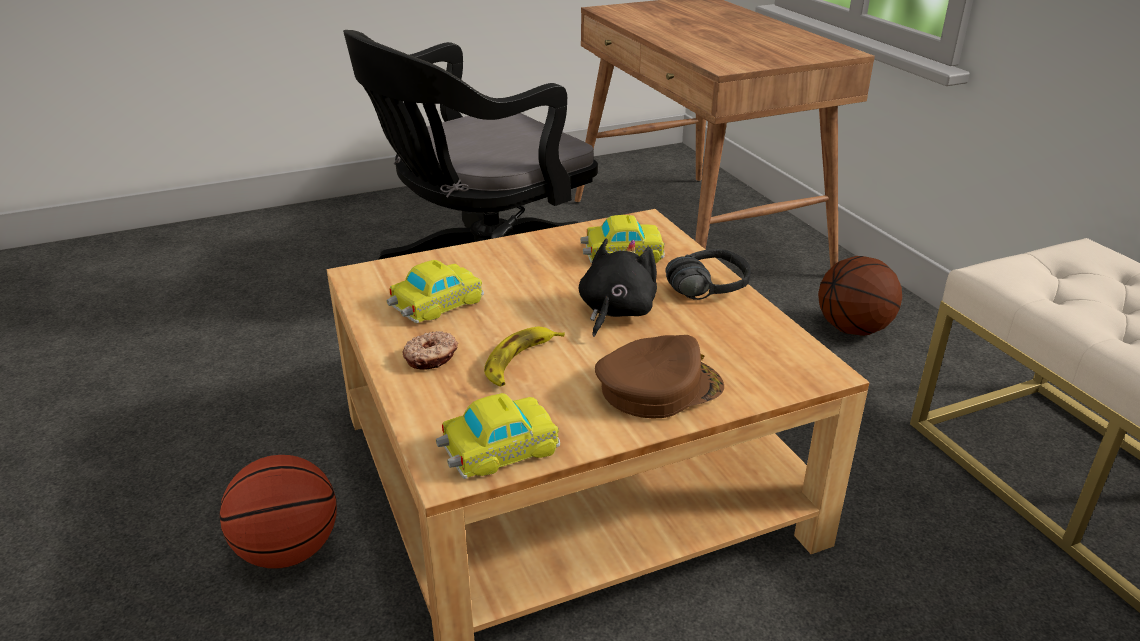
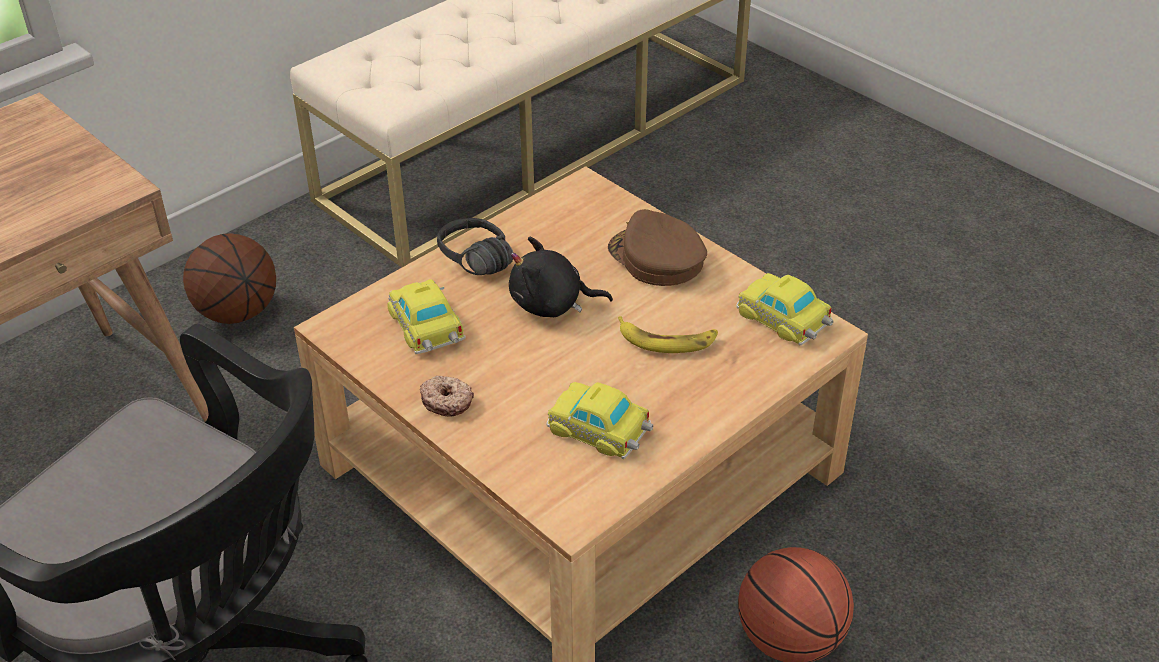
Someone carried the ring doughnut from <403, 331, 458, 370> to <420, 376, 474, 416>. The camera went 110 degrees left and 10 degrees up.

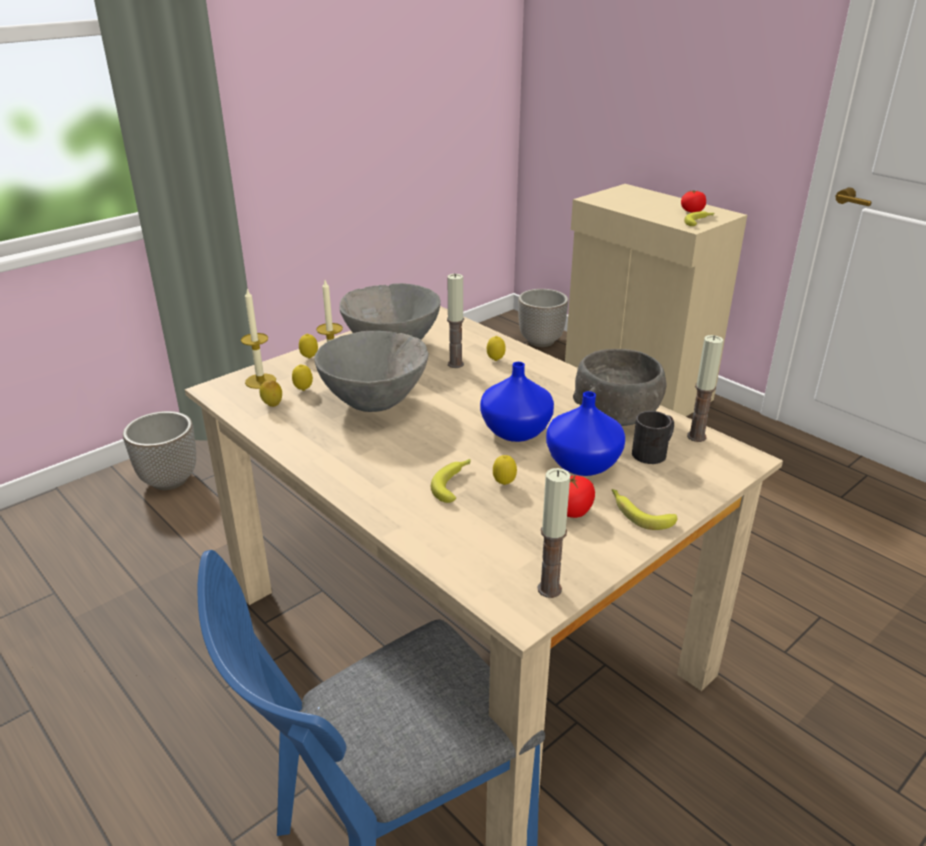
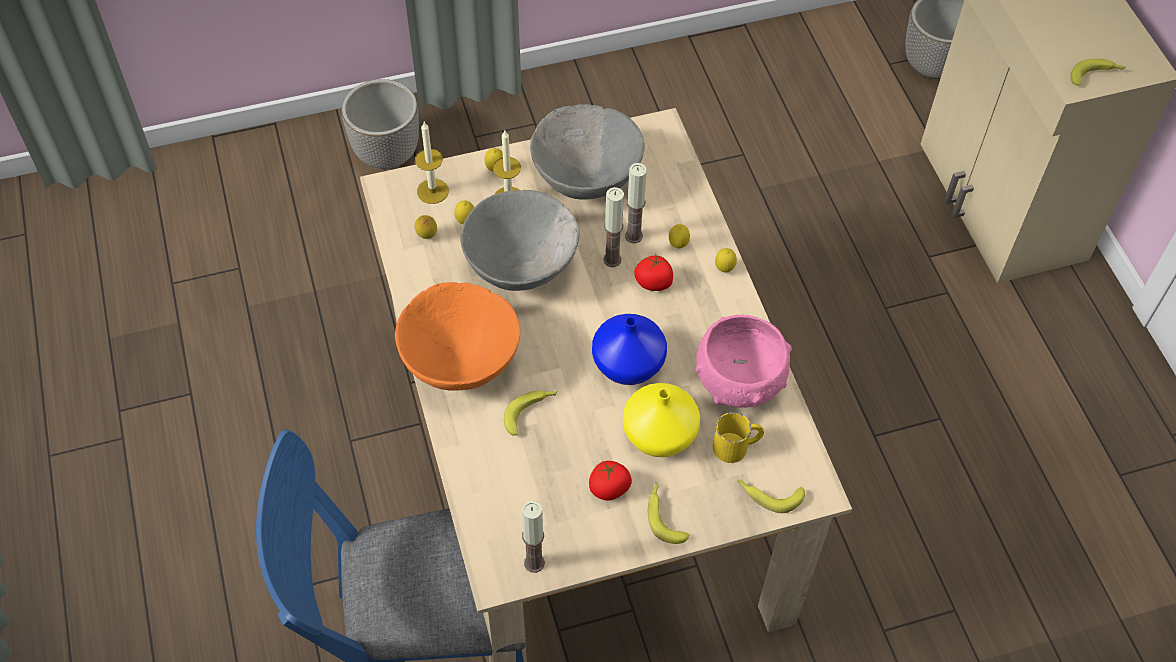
Someone carried the citrus fruit from <493, 455, 517, 485> to <715, 248, 737, 272>. Someone repainted the blue vase at <546, 391, 625, 476>, which became the yellow-coloured vase at <623, 383, 700, 457>. Someone repainted the grey serving bowl at <573, 349, 667, 426>, which became the pink-coloured serving bowl at <696, 315, 792, 408>. Someone repainted the blackish coffee mug at <632, 411, 674, 464>, which became the yellow-coloured coffee mug at <713, 412, 764, 463>. Someone carried the tomato from <681, 190, 706, 213> to <634, 255, 673, 291>. Someone carried the wax candle from <687, 335, 723, 442> to <603, 187, 624, 267>. Someone put down the orange-coloured serving bowl at <395, 282, 520, 391>. Someone put down the banana fruit at <737, 480, 805, 513>. The camera went 25 degrees right and 25 degrees up.

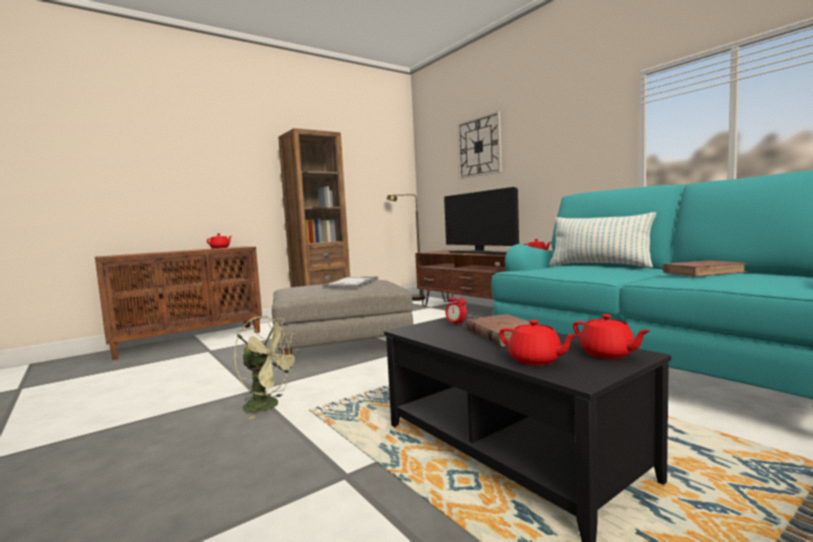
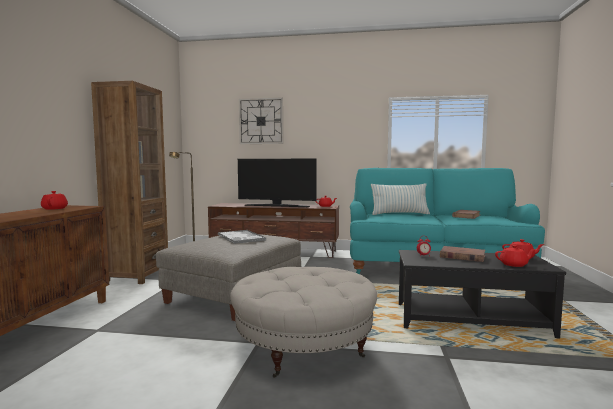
Someone swapped the green cooling fan at <234, 316, 300, 420> for the beige-coloured ottoman at <230, 267, 377, 378>. The camera went 45 degrees left and 0 degrees up.

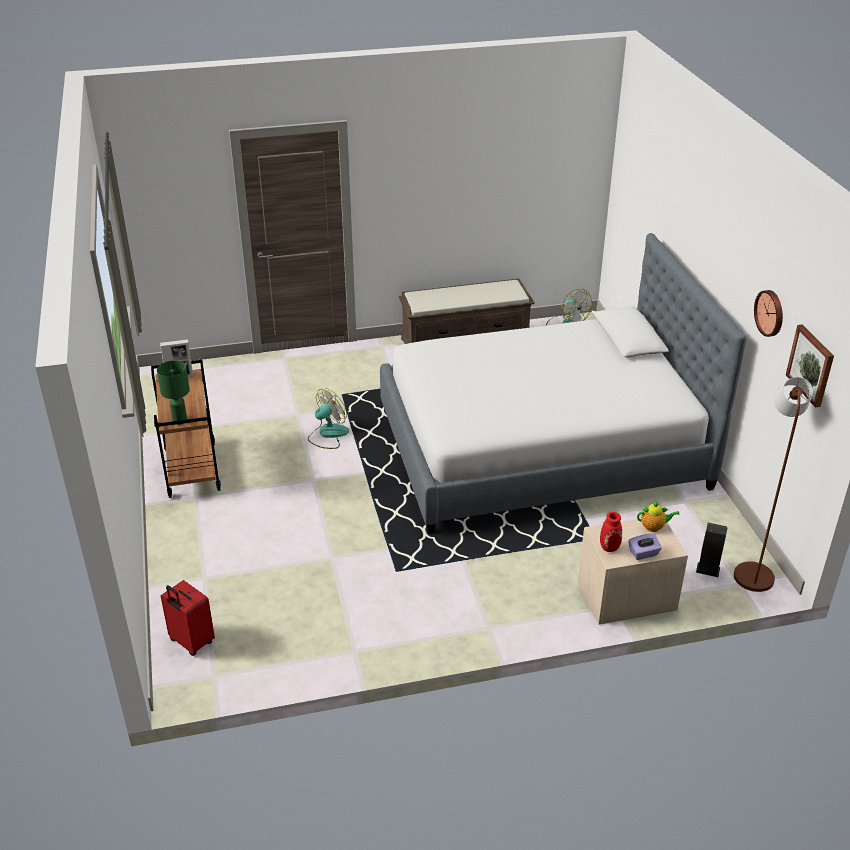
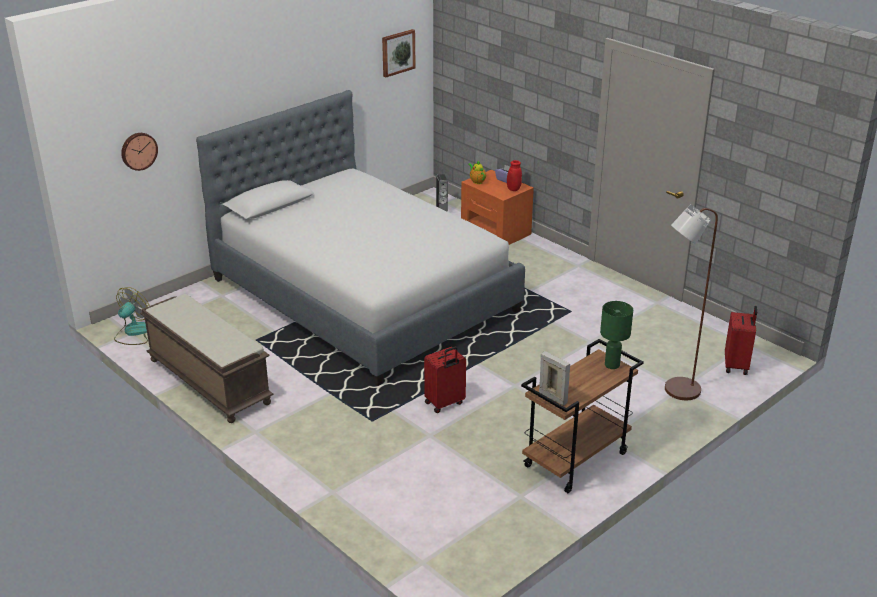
Someone swapped the cooling fan at <308, 388, 349, 449> for the reddish travel case at <424, 347, 466, 413>. Someone repainted the beige-coloured bedside table at <578, 519, 688, 624>, which became the orange-coloured bedside table at <461, 170, 534, 245>. Someone carried the brownish floor lamp from <734, 377, 813, 592> to <665, 204, 718, 400>. Someone carried the wall clock from <754, 290, 783, 337> to <121, 133, 158, 171>. The camera went 120 degrees left and 5 degrees down.

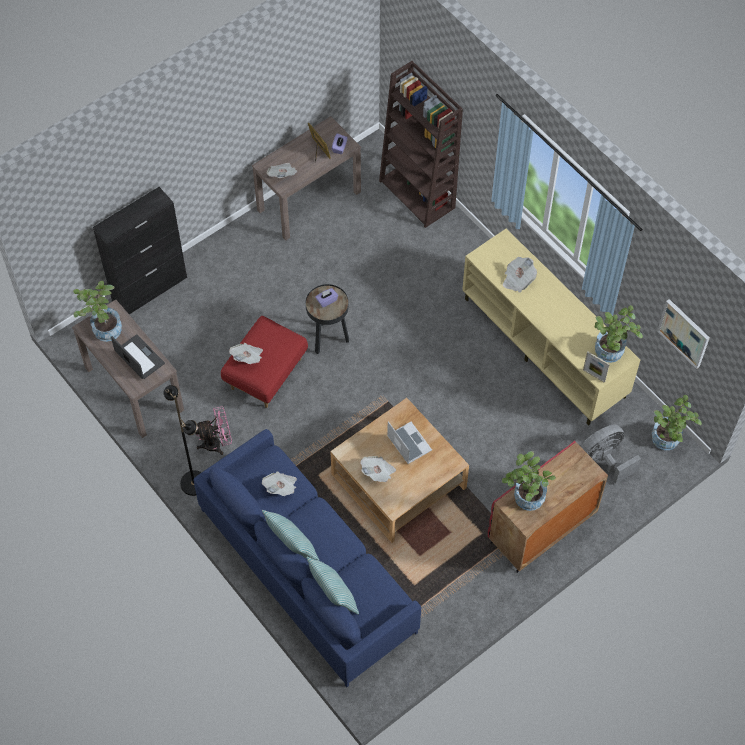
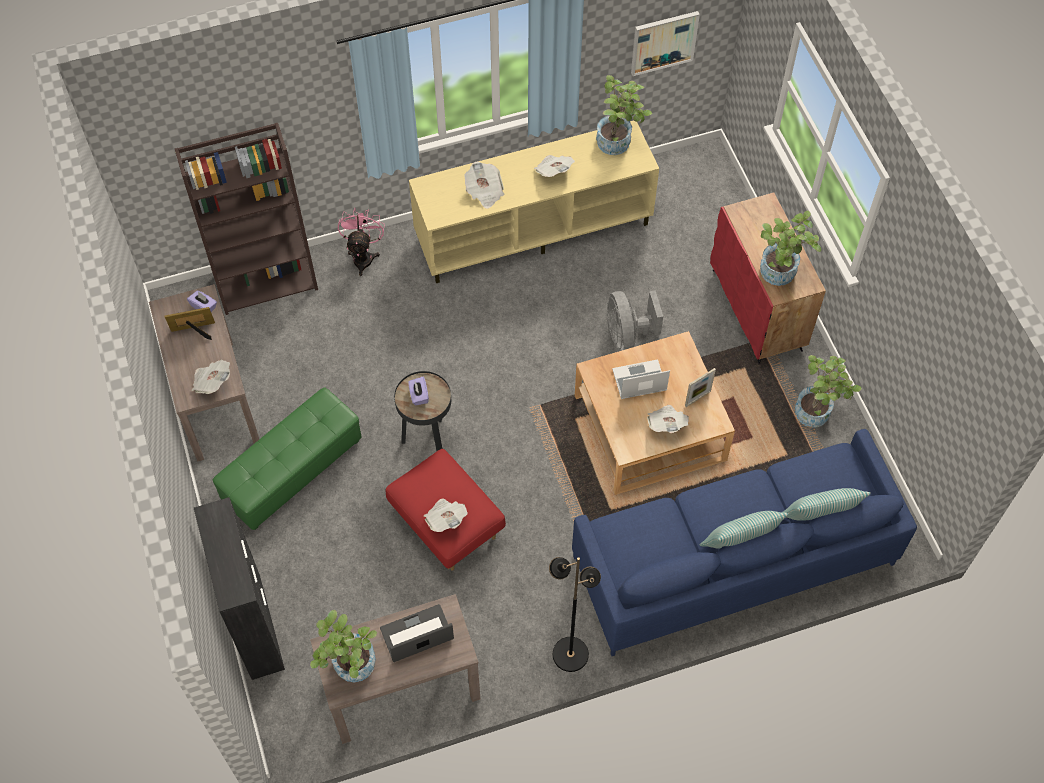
Someone carried the pink-coloured cooling fan from <195, 406, 232, 455> to <338, 208, 385, 276>. Someone carried the daily paper from <262, 472, 297, 496> to <534, 155, 575, 177>. Someone carried the grey cooling fan from <580, 424, 641, 484> to <607, 290, 663, 352>. Someone carried the picture frame from <583, 352, 610, 383> to <685, 368, 716, 407>. Someone carried the potted plant from <652, 395, 702, 450> to <795, 355, 862, 428>. Someone put down the green ottoman at <213, 388, 362, 530>. The camera went 70 degrees left and 0 degrees up.

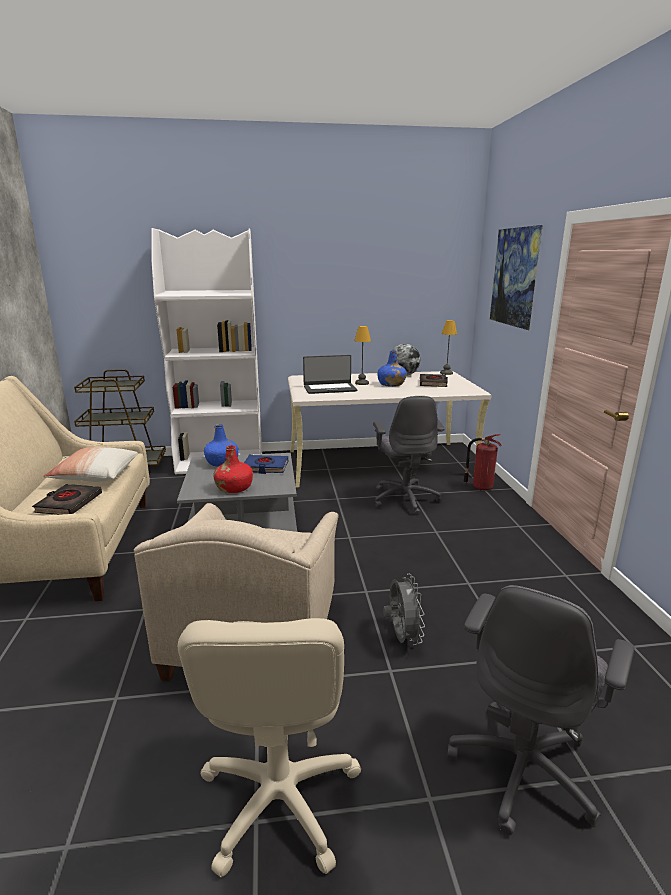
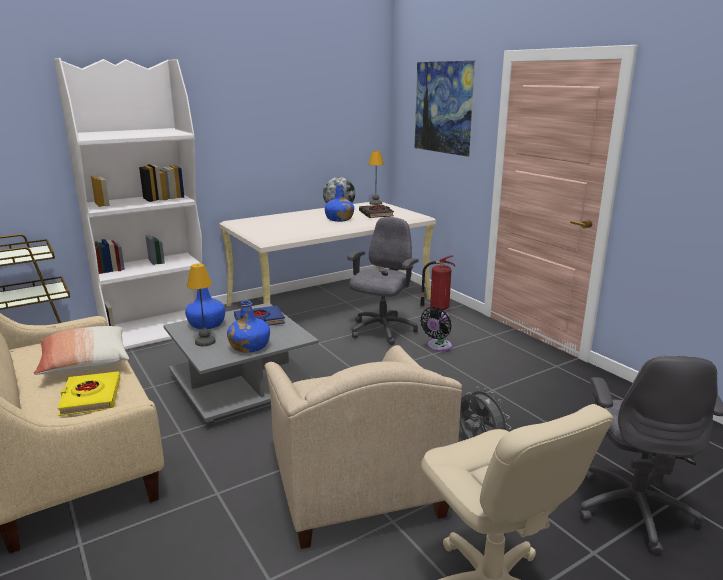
Someone repainted the blackish bound book at <32, 484, 102, 515>, which became the yellow-coloured bound book at <57, 372, 120, 416>. Someone repainted the reddish drink bottle at <213, 445, 253, 493>, which became the blue drink bottle at <227, 300, 270, 353>. Someone took away the portable computer at <303, 355, 358, 394>. Someone carried the table lamp from <354, 326, 371, 385> to <187, 264, 216, 346>. Someone rotated the grey desk chair at <373, 396, 444, 515> by 120 degrees counterclockwise. Someone put down the blackish cooling fan at <420, 307, 452, 351>. The camera went 25 degrees left and 0 degrees up.

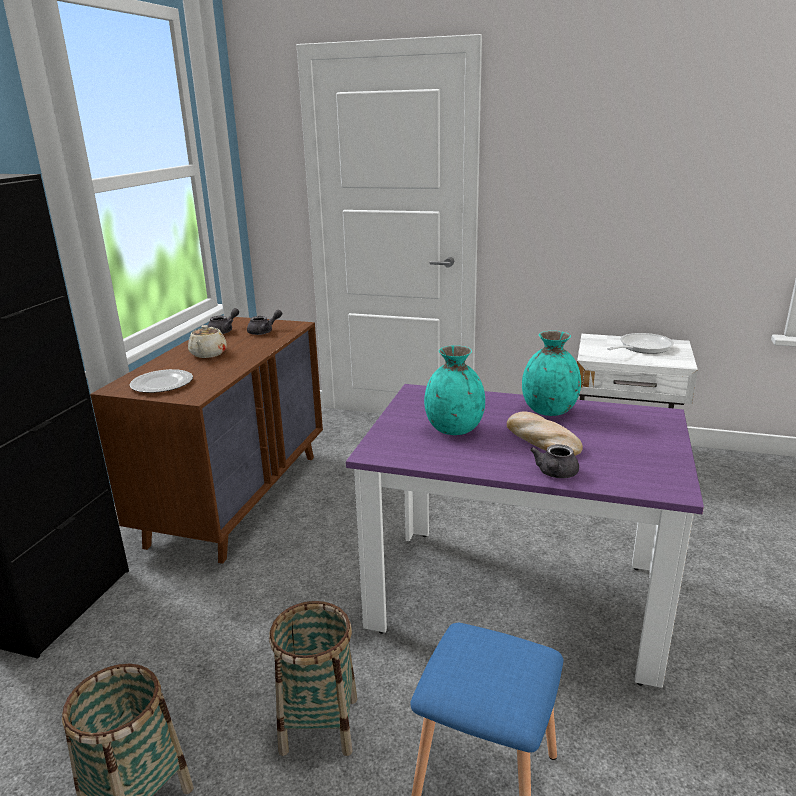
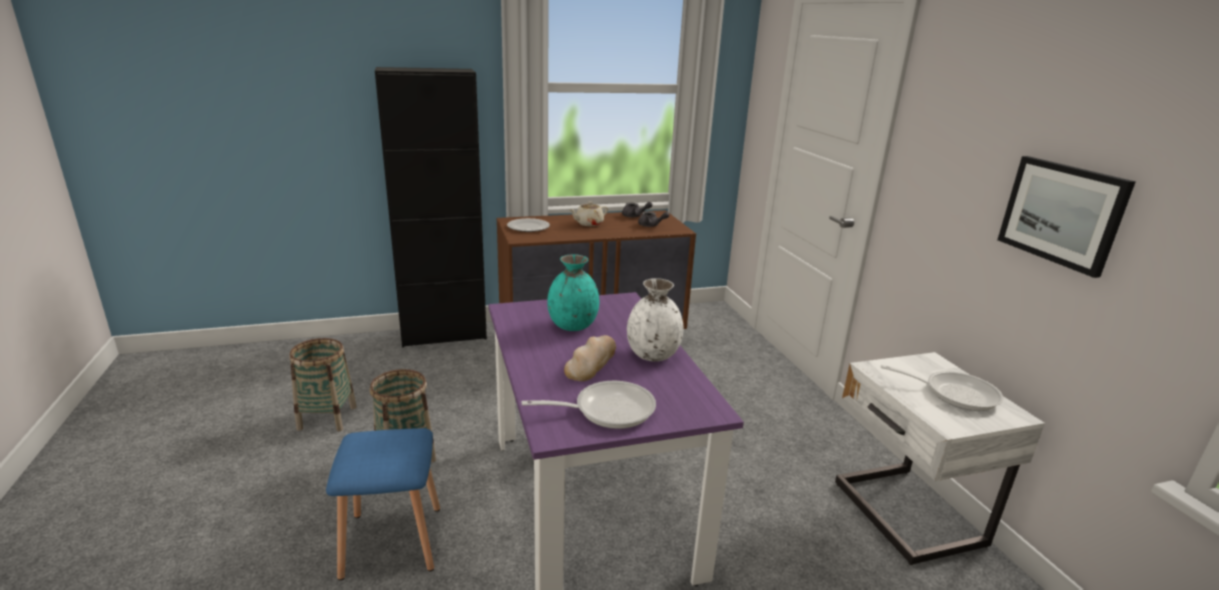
Someone repainted the blue-green vase at <522, 331, 581, 416>, which became the white-coloured vase at <627, 278, 683, 362>. Someone took away the grey tea pot at <530, 444, 579, 478>. Someone put down the frying pan at <522, 381, 656, 429>. Someone put up the picture at <998, 156, 1136, 278>. The camera went 55 degrees right and 0 degrees up.

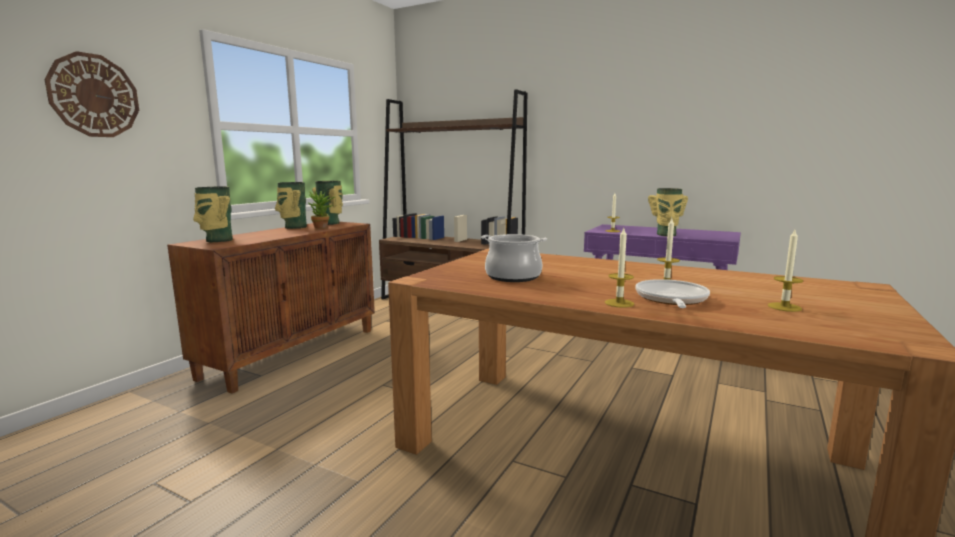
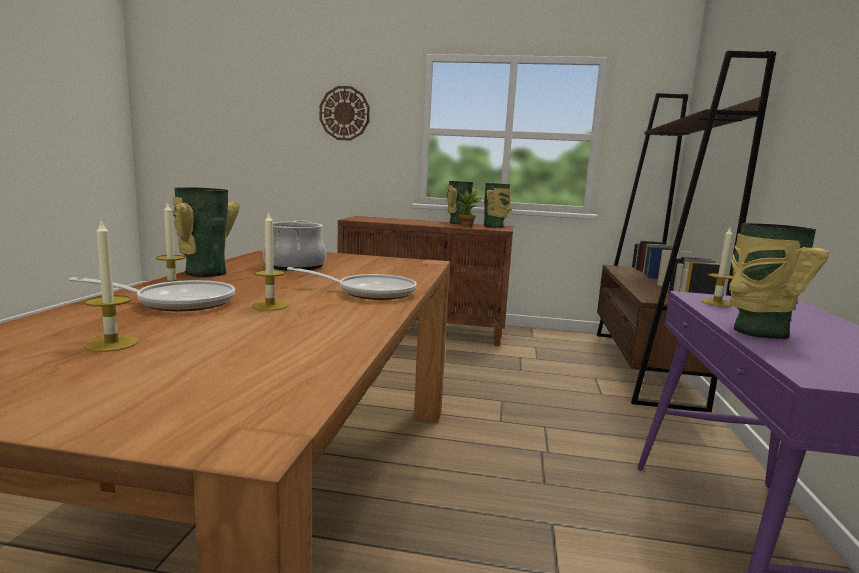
Someone carried the vase from <193, 186, 233, 242> to <172, 187, 239, 277>. Someone put down the frying pan at <287, 267, 417, 300>. The camera went 70 degrees right and 0 degrees up.

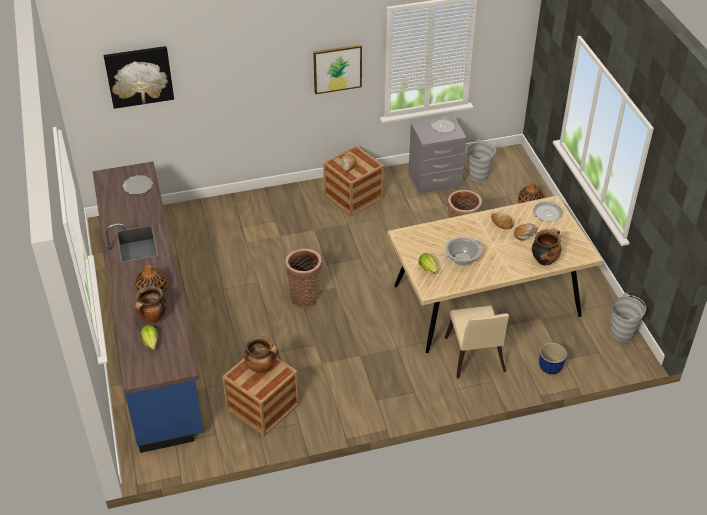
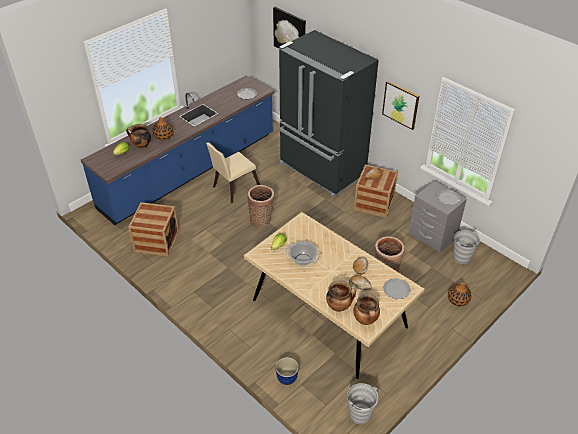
Someone carried the stockpot from <244, 336, 278, 373> to <353, 294, 380, 325>. Someone carried the beige-coloured upright chair from <445, 306, 509, 379> to <206, 143, 260, 203>. Someone put down the blackish refrigerator at <279, 30, 379, 197>. The camera went 60 degrees right and 0 degrees up.

